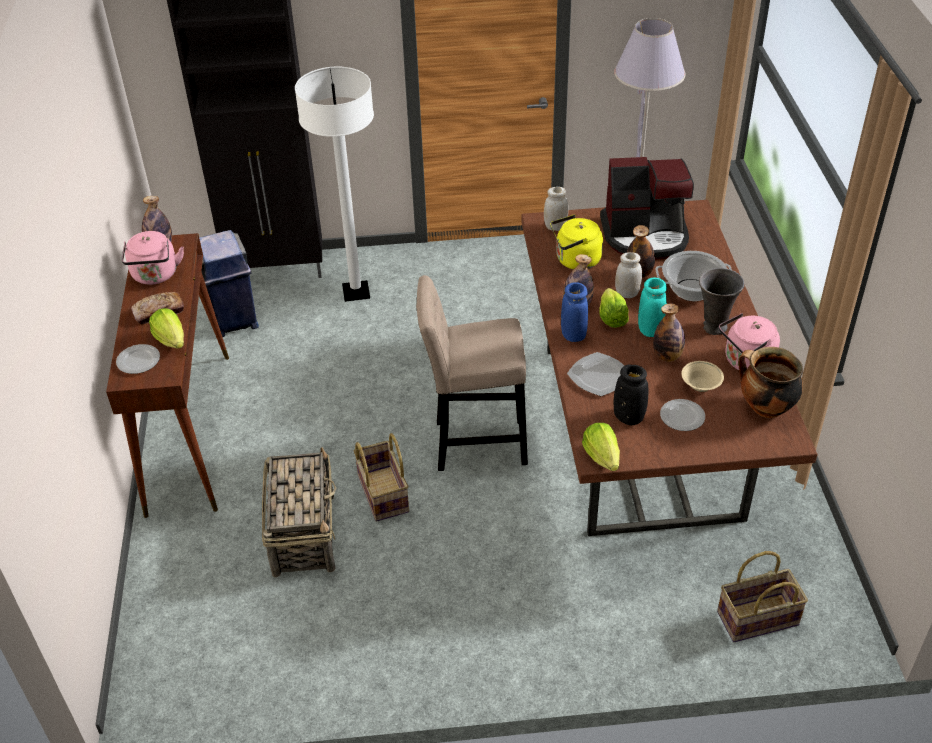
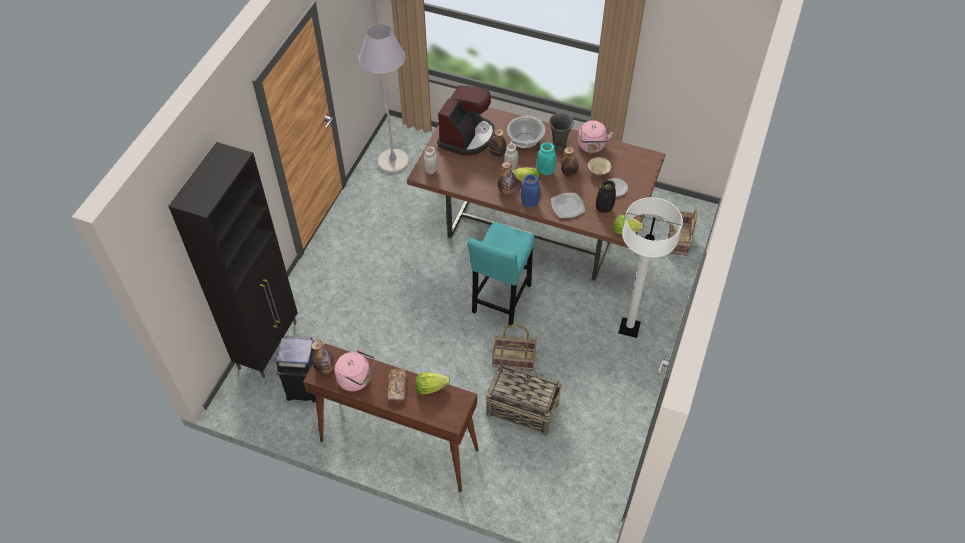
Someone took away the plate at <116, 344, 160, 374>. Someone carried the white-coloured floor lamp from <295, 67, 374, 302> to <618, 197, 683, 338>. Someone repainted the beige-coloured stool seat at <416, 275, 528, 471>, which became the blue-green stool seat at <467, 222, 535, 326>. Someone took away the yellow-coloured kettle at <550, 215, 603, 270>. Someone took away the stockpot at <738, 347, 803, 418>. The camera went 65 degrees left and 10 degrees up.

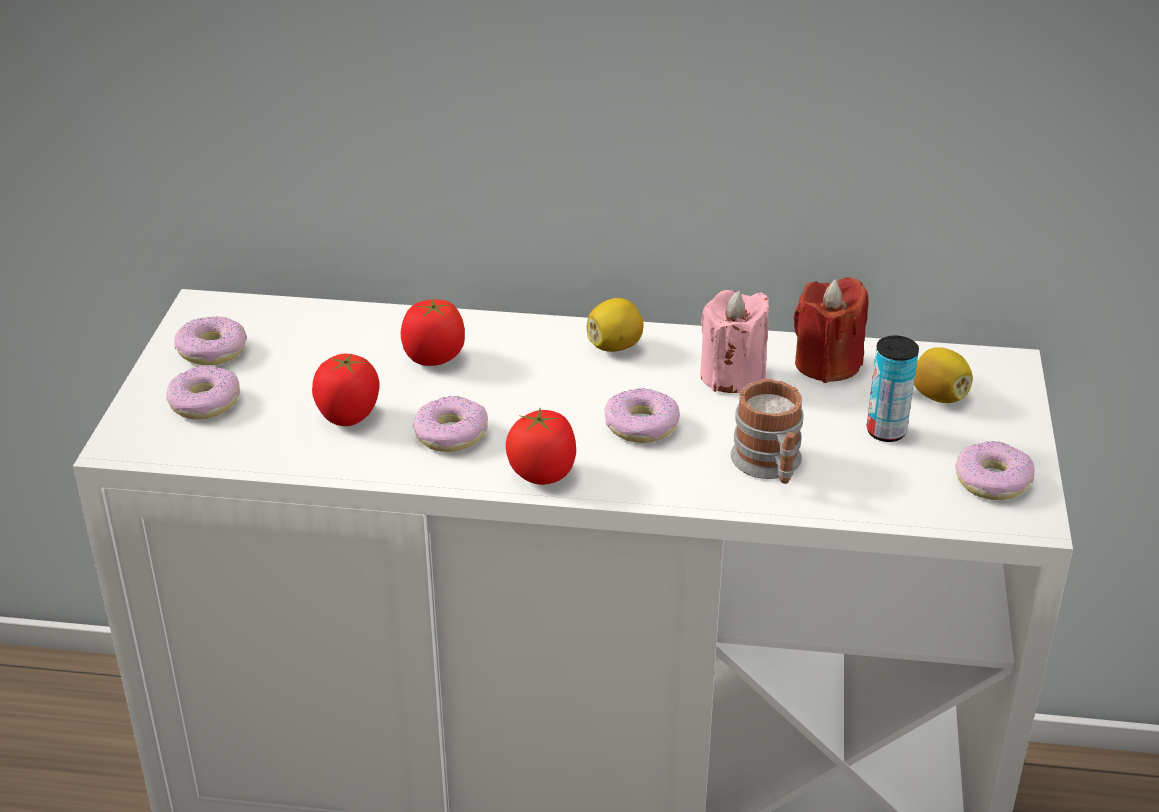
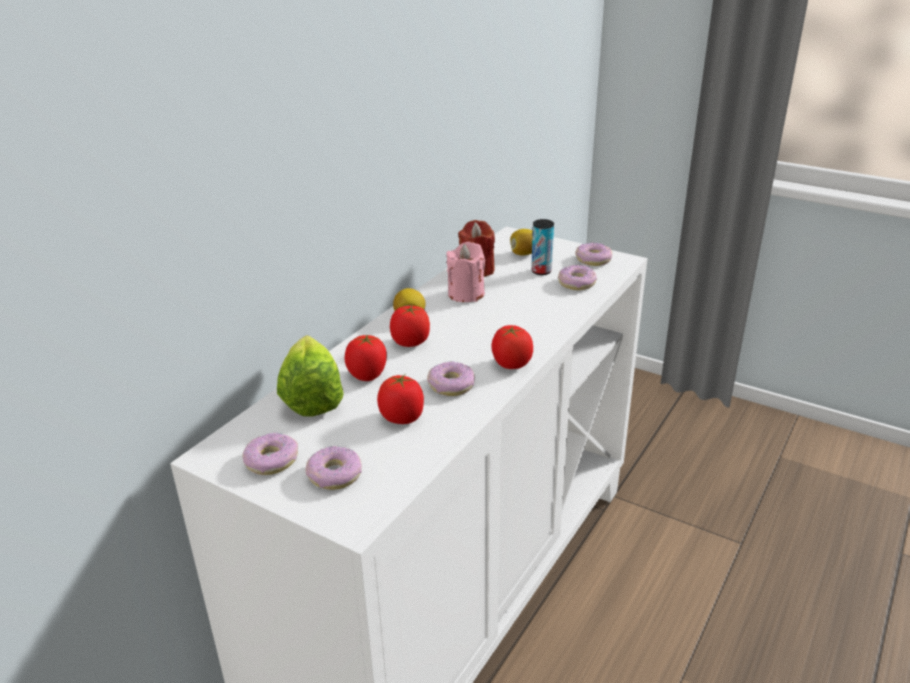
Someone carried the ring doughnut from <604, 388, 680, 443> to <558, 265, 597, 290>. Someone took away the coffee mug at <730, 379, 804, 484>. Someone put down the lettuce head at <277, 335, 344, 417>. Someone put down the tomato at <390, 305, 430, 347>. The camera went 65 degrees left and 5 degrees down.

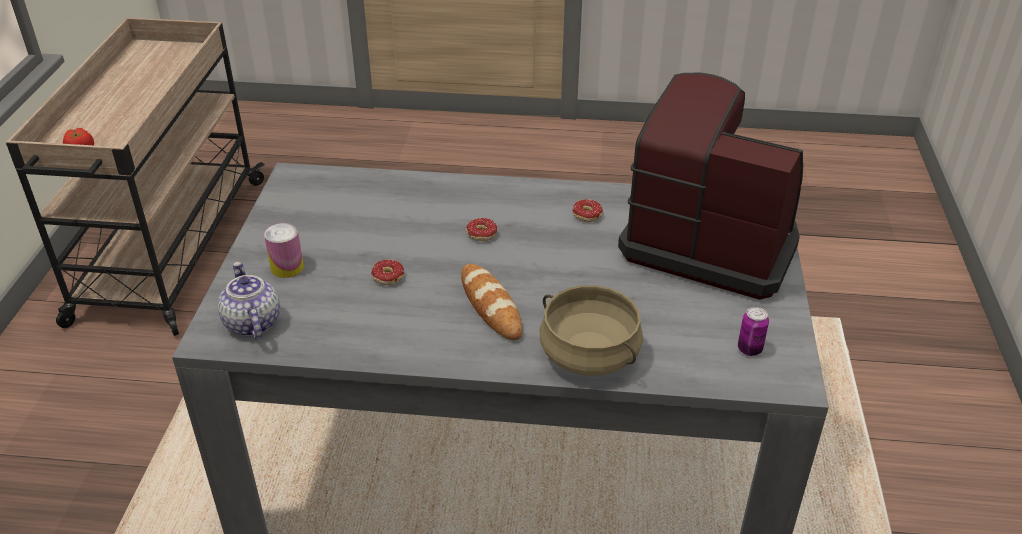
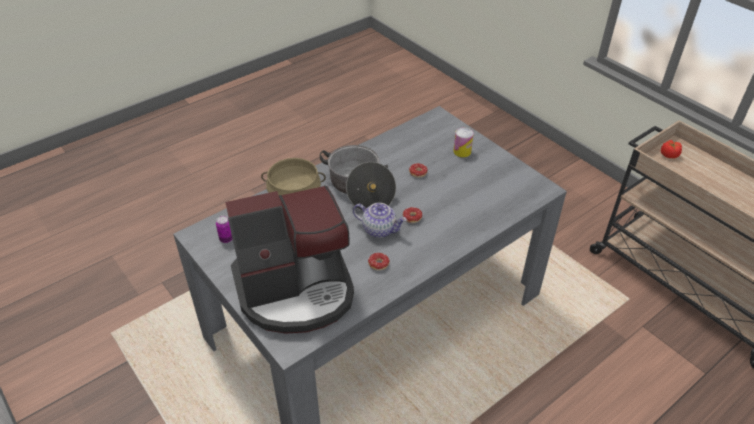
Someone carried the tea pot from <218, 262, 280, 340> to <353, 203, 407, 238>. Someone swapped the bread at <461, 264, 522, 340> for the stockpot at <320, 145, 396, 211>. The camera went 135 degrees right and 5 degrees up.

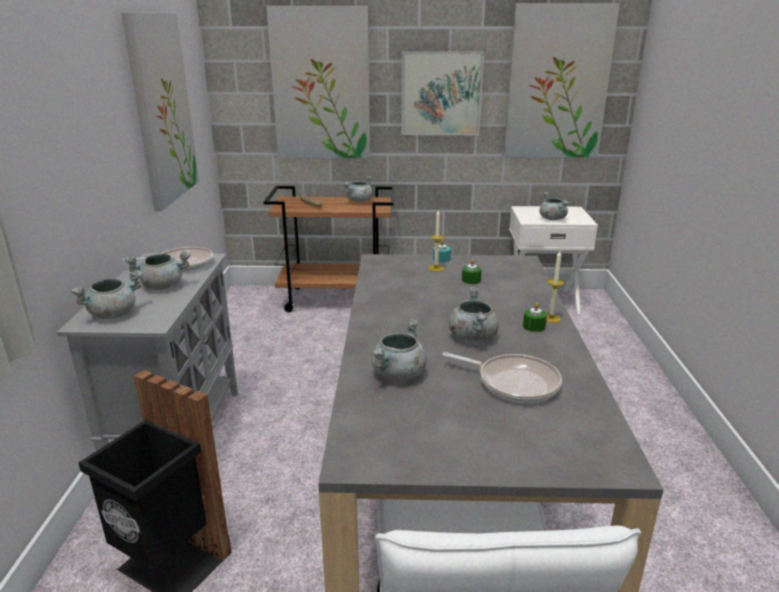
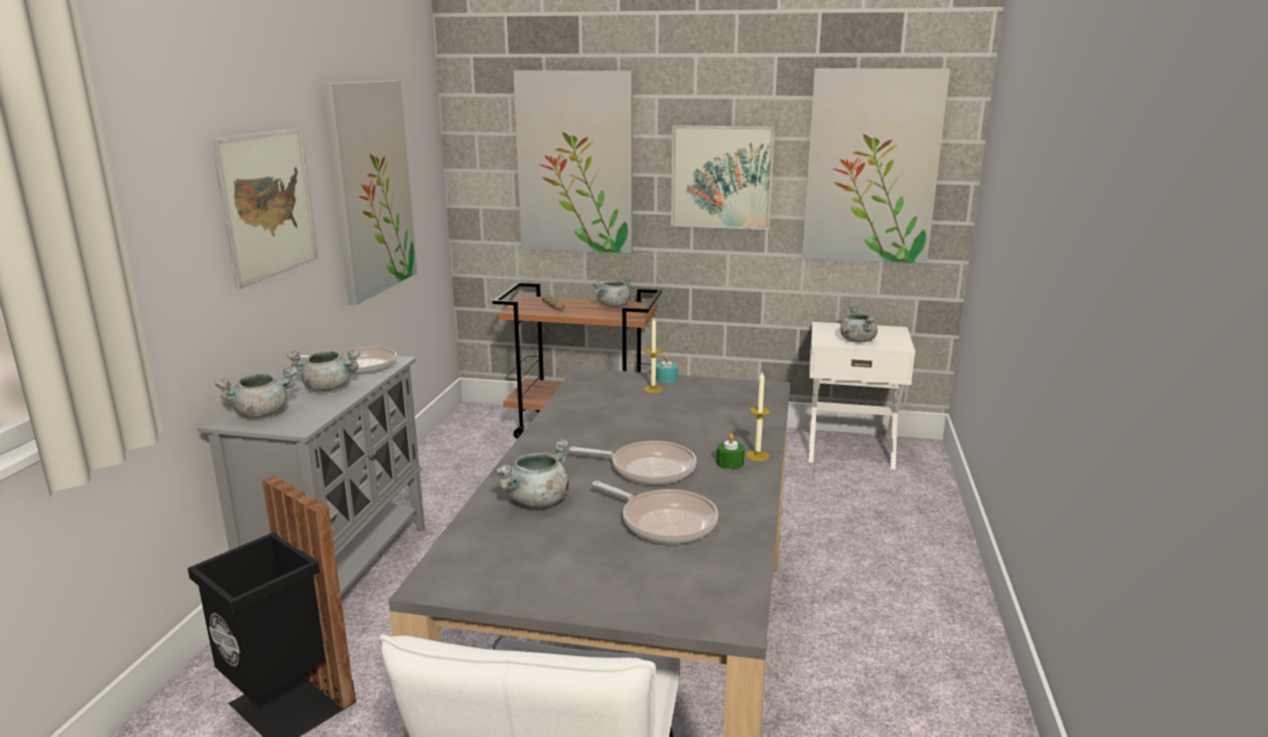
Someone swapped the grey stockpot at <449, 287, 499, 342> for the frying pan at <569, 441, 697, 485>. Someone took away the green wax candle at <462, 259, 482, 284>. Someone put up the picture at <211, 128, 318, 289>. The camera went 10 degrees right and 5 degrees down.

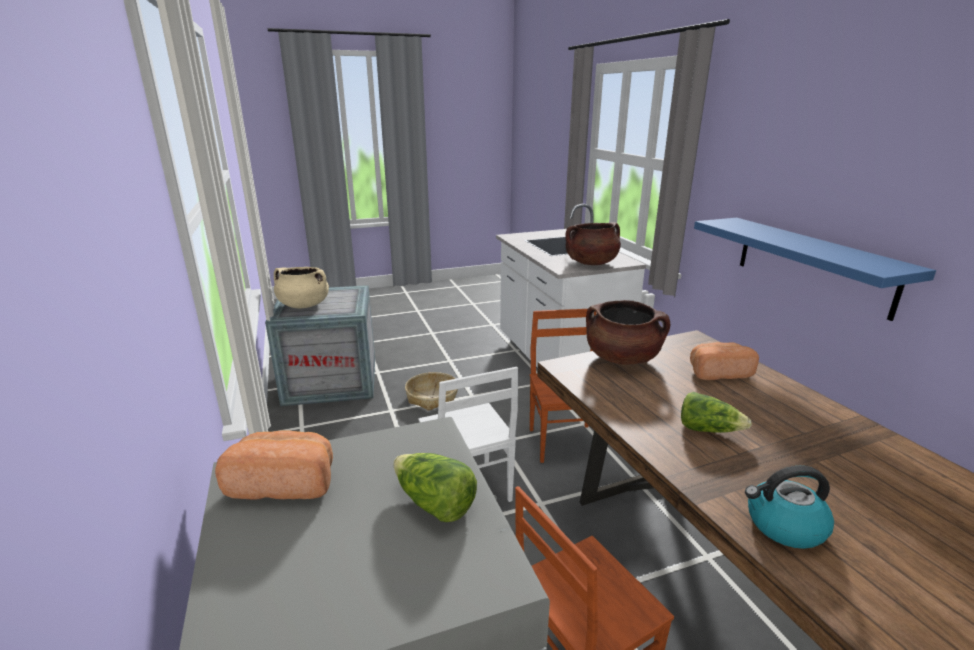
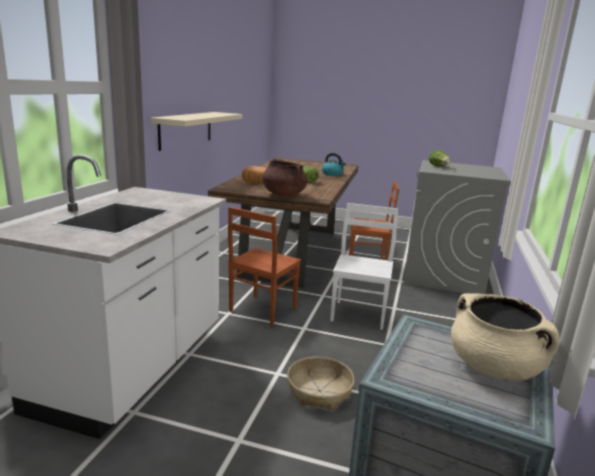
Someone took away the bread at <215, 431, 333, 500>. Someone took away the brownish stockpot at <565, 222, 621, 265>. Someone repainted the blue shelf at <694, 218, 936, 321>, which became the beige-coloured shelf at <150, 112, 242, 151>. The camera went 145 degrees left and 5 degrees down.

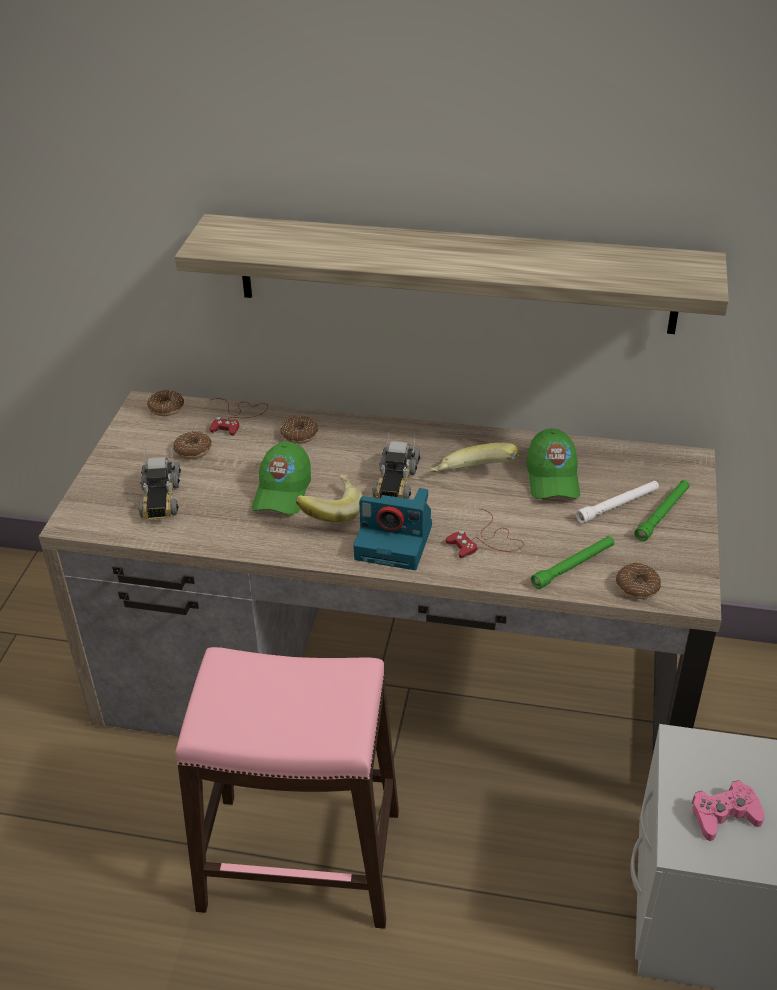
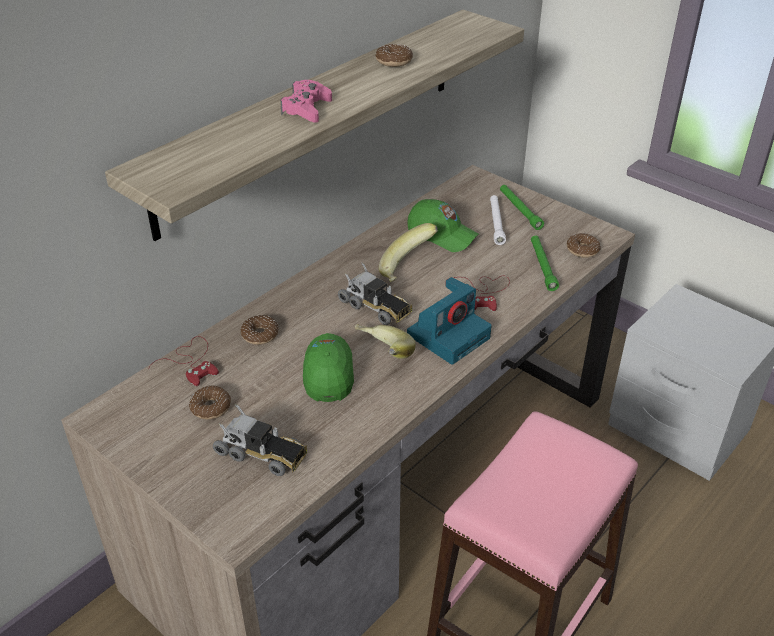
Someone carried the ring doughnut from <147, 390, 184, 416> to <376, 44, 413, 67>. Someone rotated the green cap at <252, 442, 311, 515> by 135 degrees counterclockwise. Someone carried the pink-coloured game controller from <692, 780, 764, 841> to <281, 80, 332, 123>. The camera went 60 degrees left and 0 degrees up.

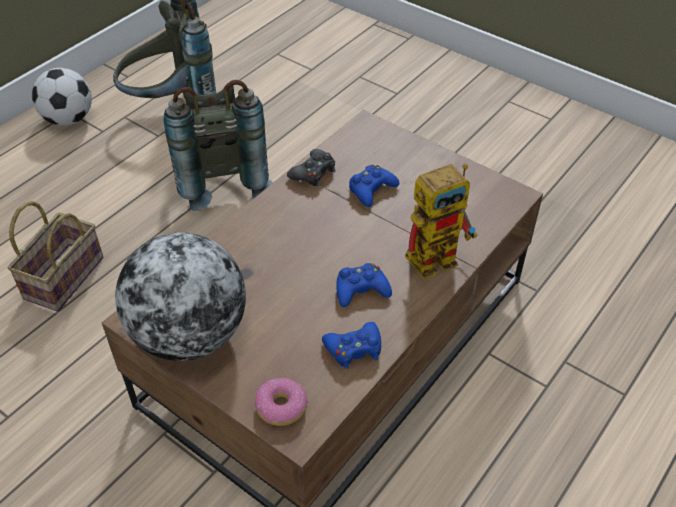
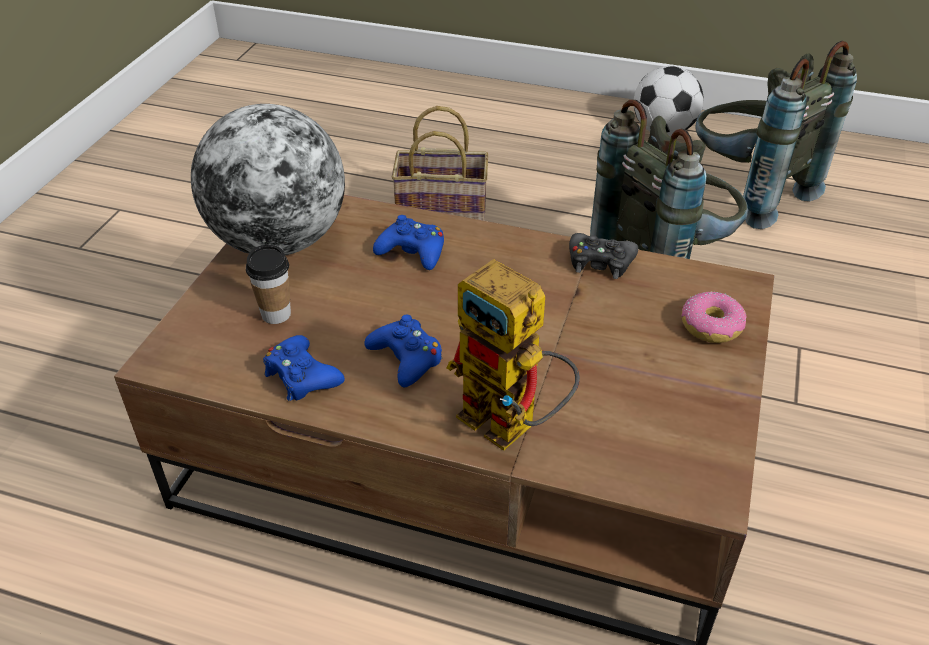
Someone carried the ring doughnut from <255, 377, 308, 426> to <681, 291, 747, 343>. Someone carried the blue game controller from <349, 165, 399, 207> to <373, 215, 444, 270>. Someone put down the drinking cup at <246, 244, 291, 324>. The camera went 70 degrees right and 5 degrees down.

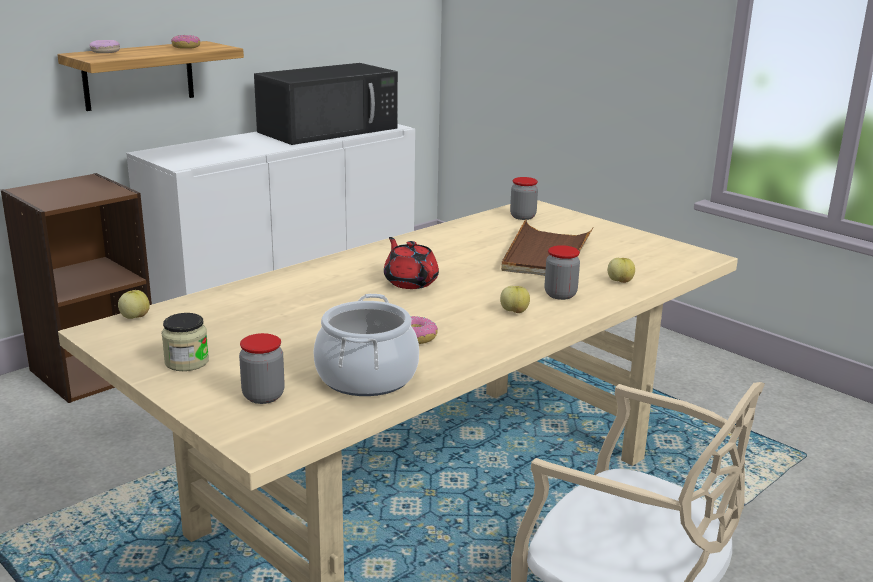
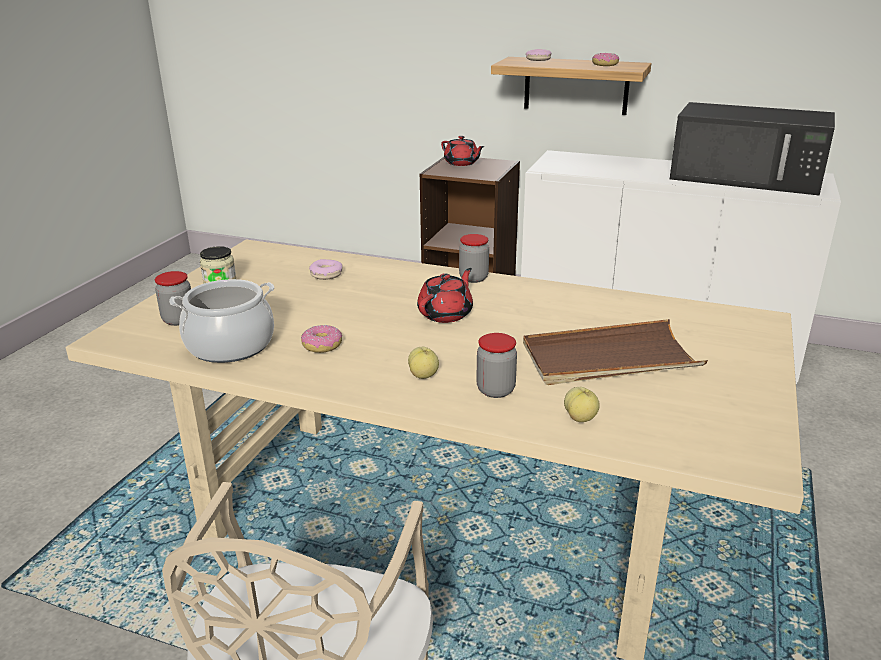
Someone took away the whole apple at <118, 290, 150, 319>. Someone carried the storage jar from <510, 177, 538, 220> to <459, 234, 489, 283>. Someone put down the ring doughnut at <309, 259, 343, 280>. Someone put down the reddish tea pot at <441, 136, 485, 166>. The camera went 65 degrees right and 5 degrees up.

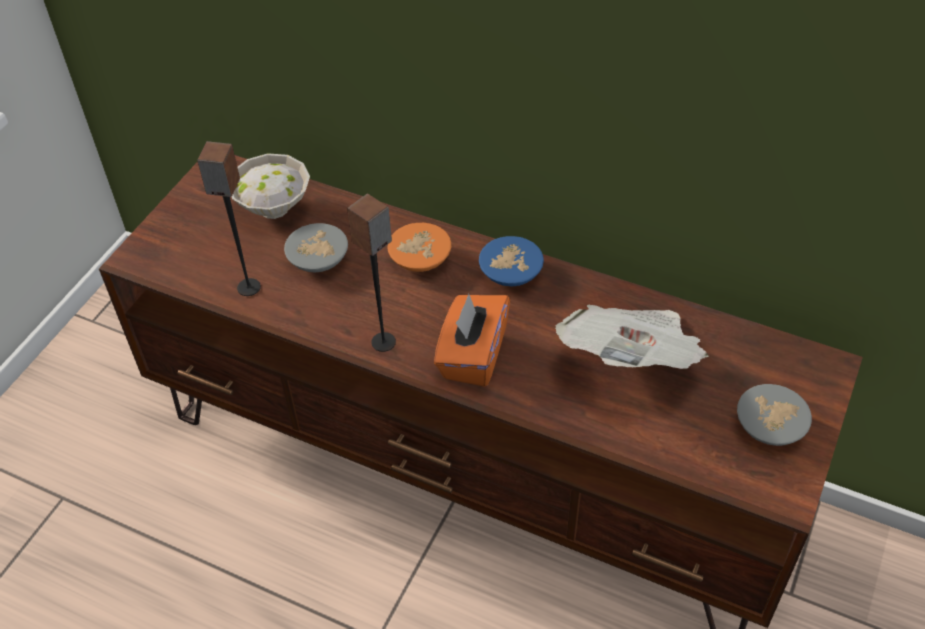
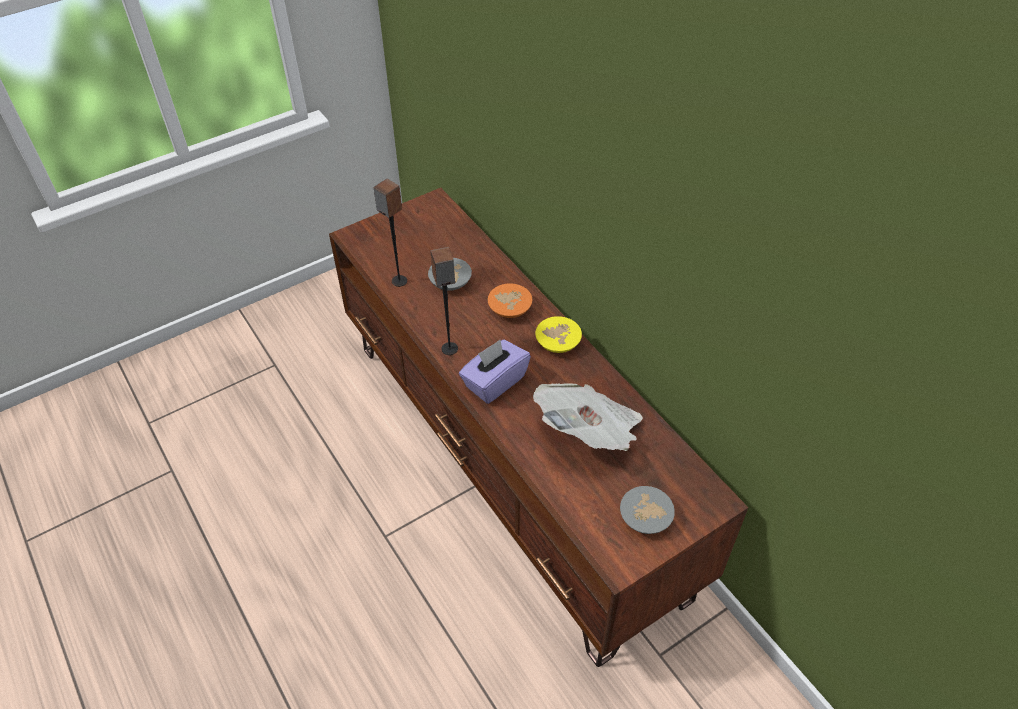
Someone took away the white-coloured serving bowl at <232, 153, 310, 219>. Someone repainted the orange-coloured tissue box at <434, 294, 510, 387>, which became the purple tissue box at <459, 340, 531, 404>. Someone repainted the blue serving bowl at <479, 236, 544, 286>, which became the yellow-coloured serving bowl at <536, 316, 582, 353>. The camera went 30 degrees right and 0 degrees up.

